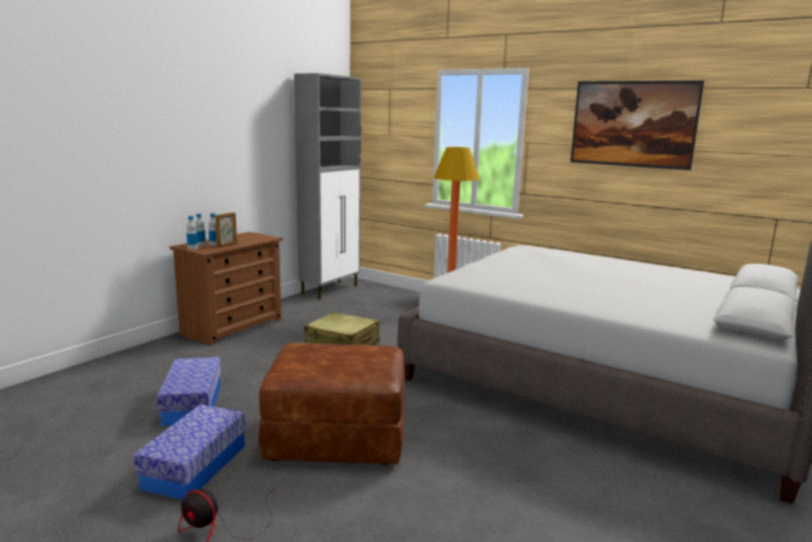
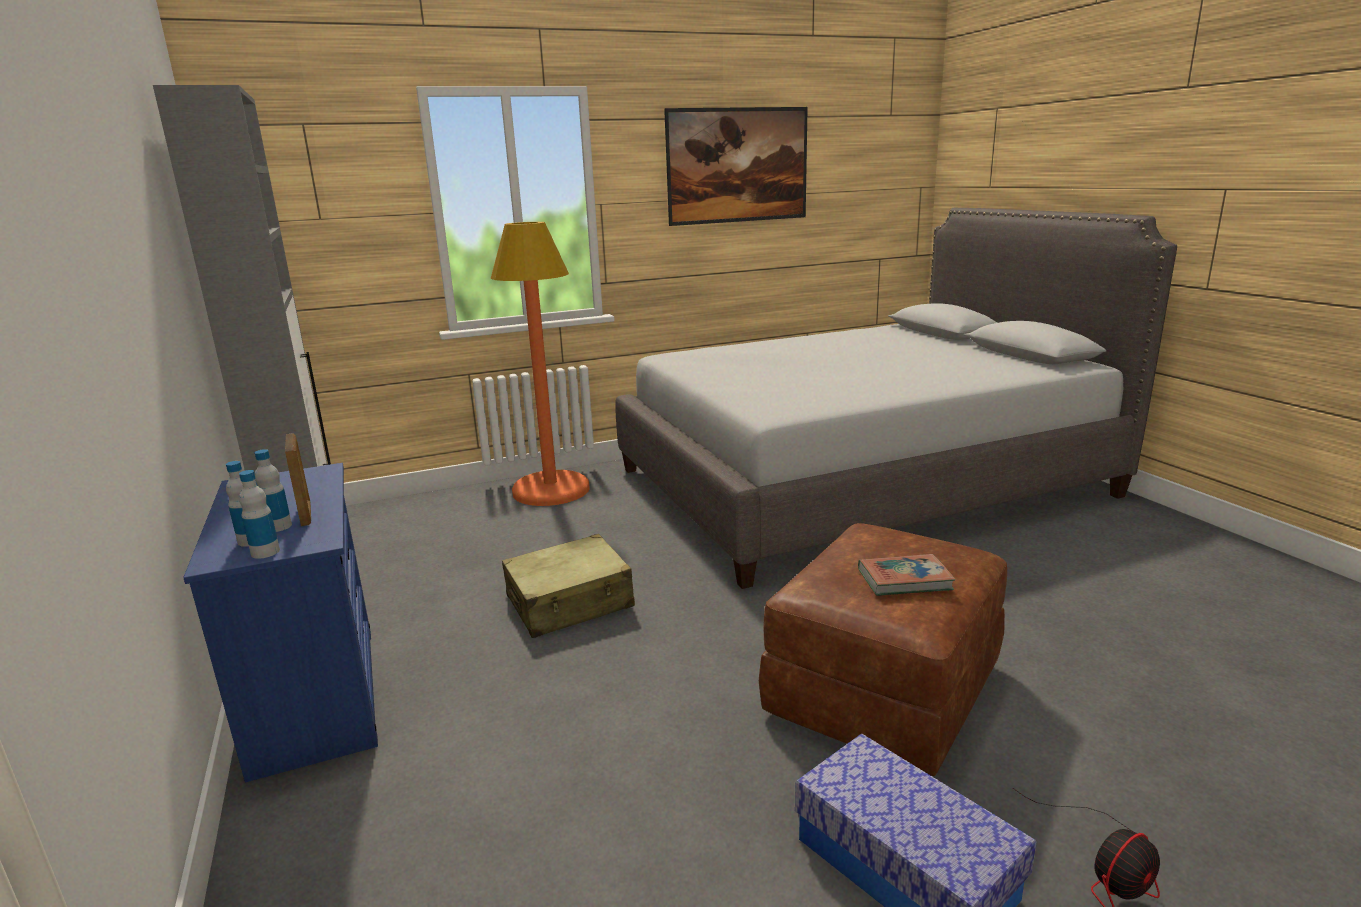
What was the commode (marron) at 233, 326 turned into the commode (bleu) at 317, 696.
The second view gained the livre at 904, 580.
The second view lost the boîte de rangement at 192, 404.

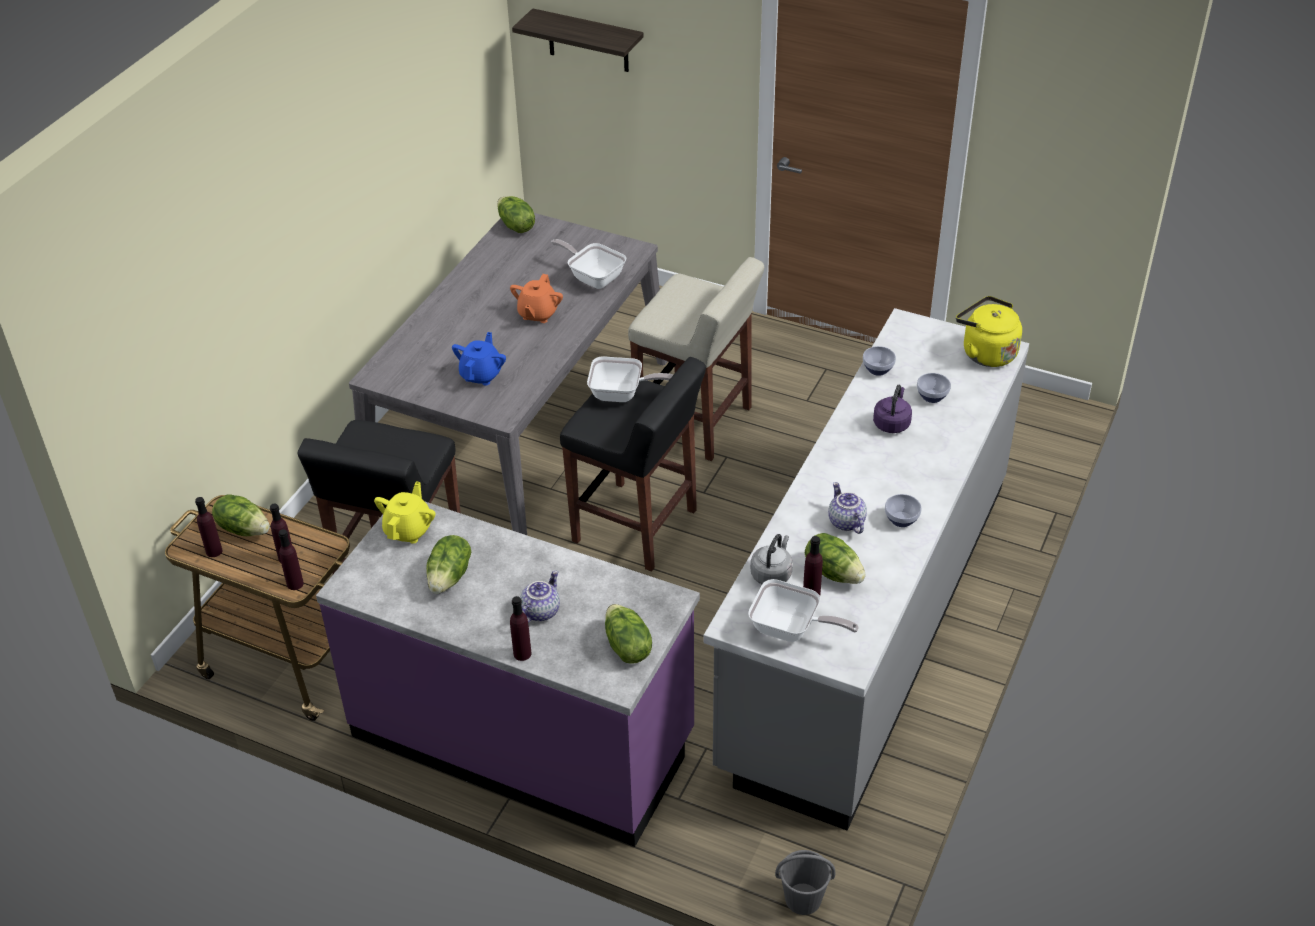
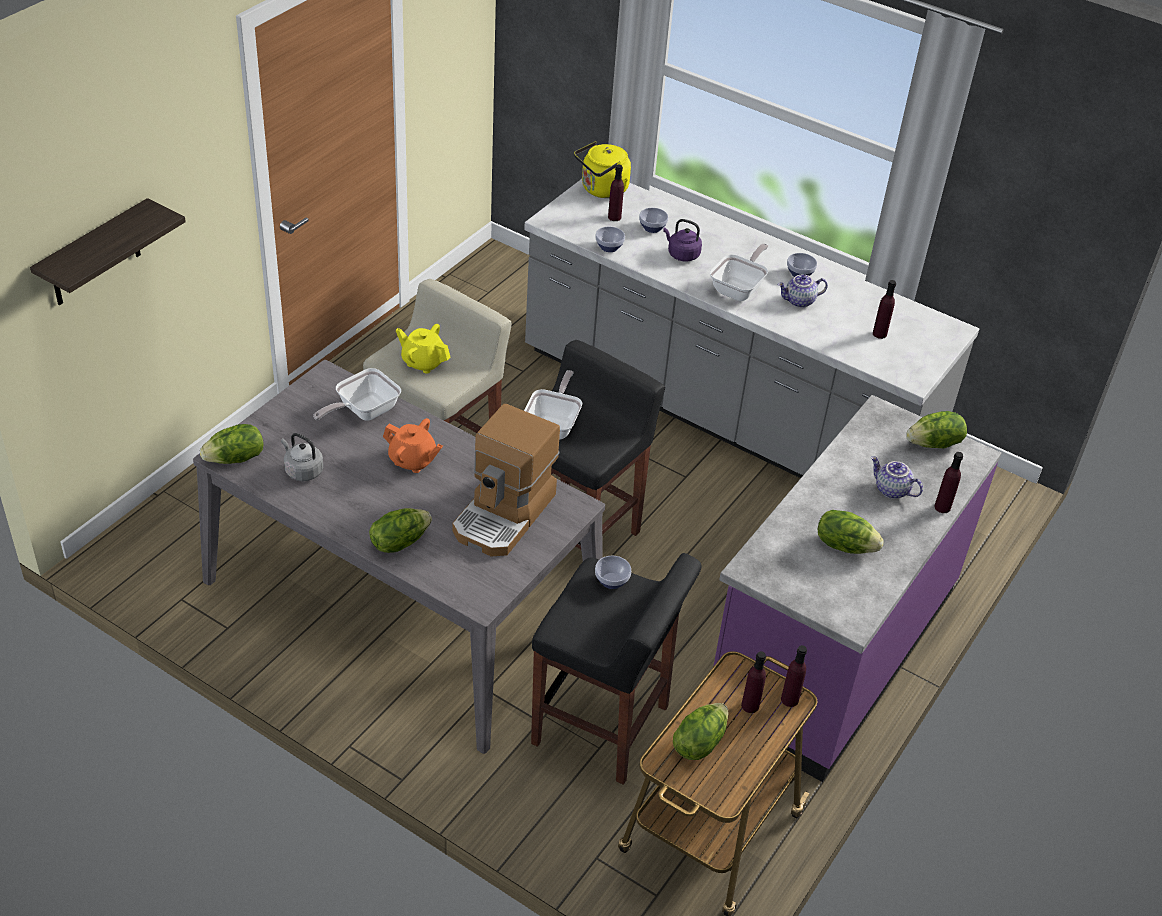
The bouilloire (gris) ended up elsewhere, having gone from 772, 573 to 302, 471.
The laitue ended up elsewhere, having gone from 833, 572 to 399, 542.
The théière (jaune) ended up elsewhere, having gone from 408, 530 to 423, 362.
Where the théière (bleu) stood at 481, 375, the machine à café came to stand at 505, 515.
The second view gained the bol at 613, 581.
The bouteille (violet) ended up elsewhere, having gone from 214, 551 to 614, 217.
The poêle ended up elsewhere, having gone from 791, 630 to 739, 289.
The second view lost the seau (gris) at 802, 899.

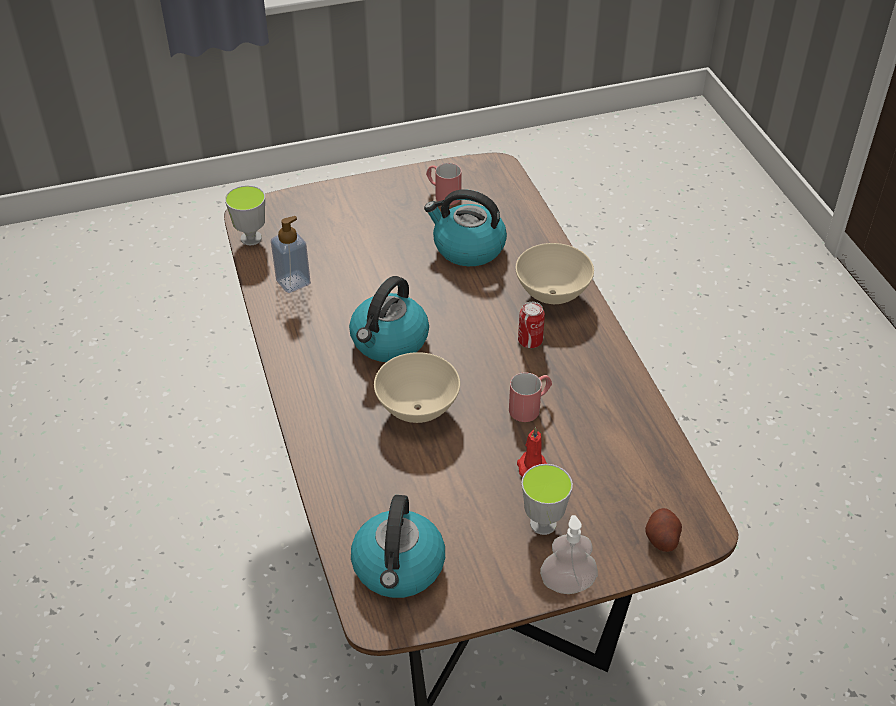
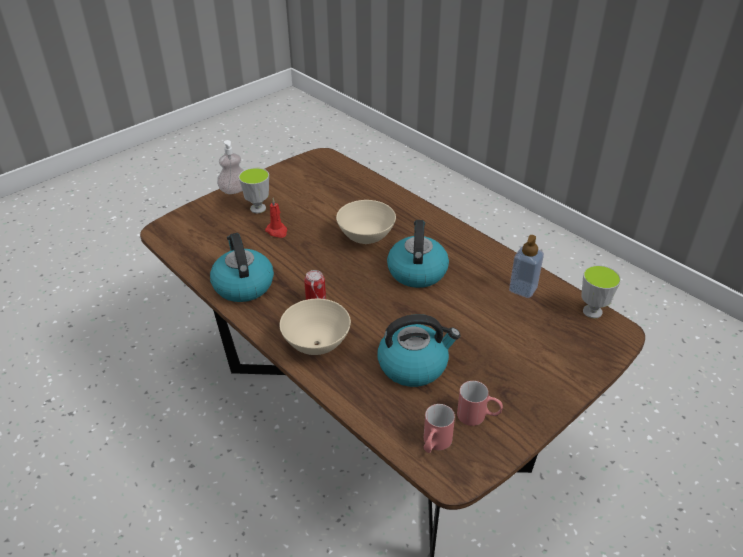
The bouilloire ended up elsewhere, having gone from 399, 567 to 243, 285.
The mug (rouge) ended up elsewhere, having gone from 530, 406 to 434, 444.
The second view lost the pomme de terre at 662, 538.

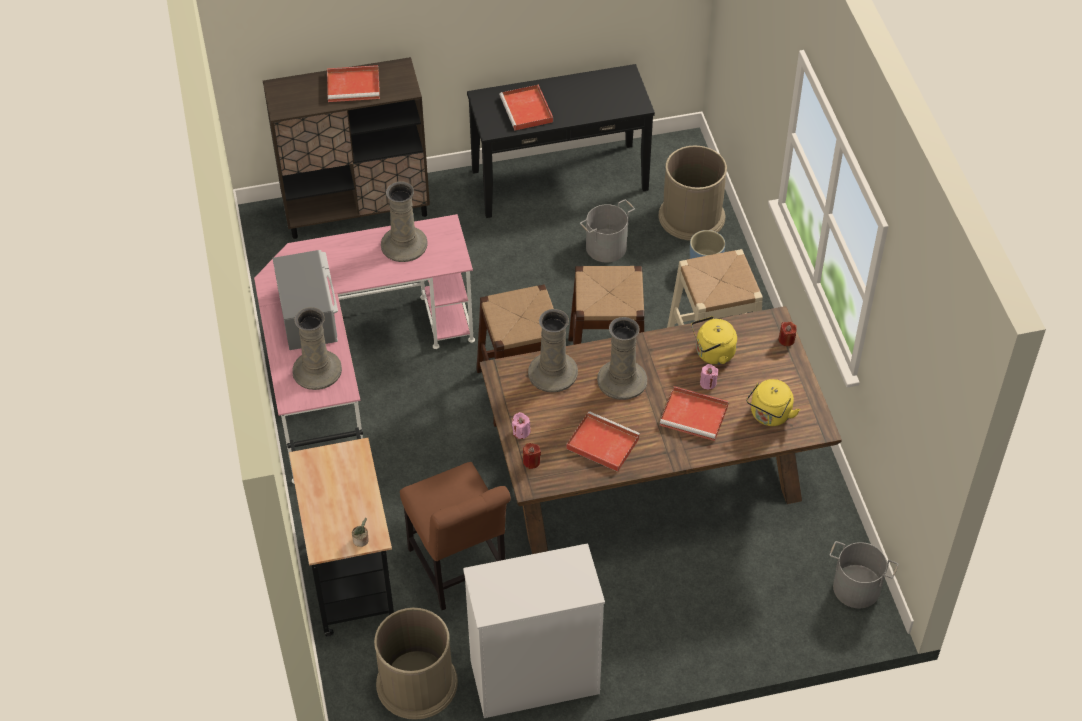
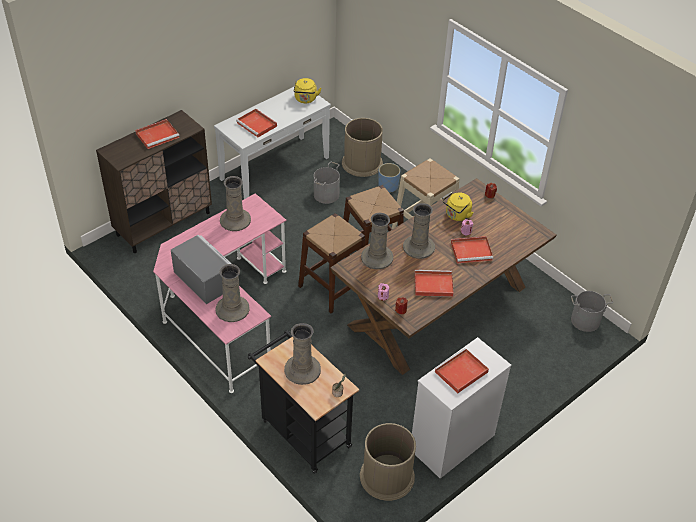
What was the table console (noir) at 559, 179 turned into the table console (blanc) at 274, 168.
The second view gained the vase (beige) at 302, 370.
The bouilloire (jaune) ended up elsewhere, having gone from 769, 416 to 305, 99.
The second view gained the plateau (rouge) at 460, 372.
The second view lost the chaise (marron) at 460, 570.

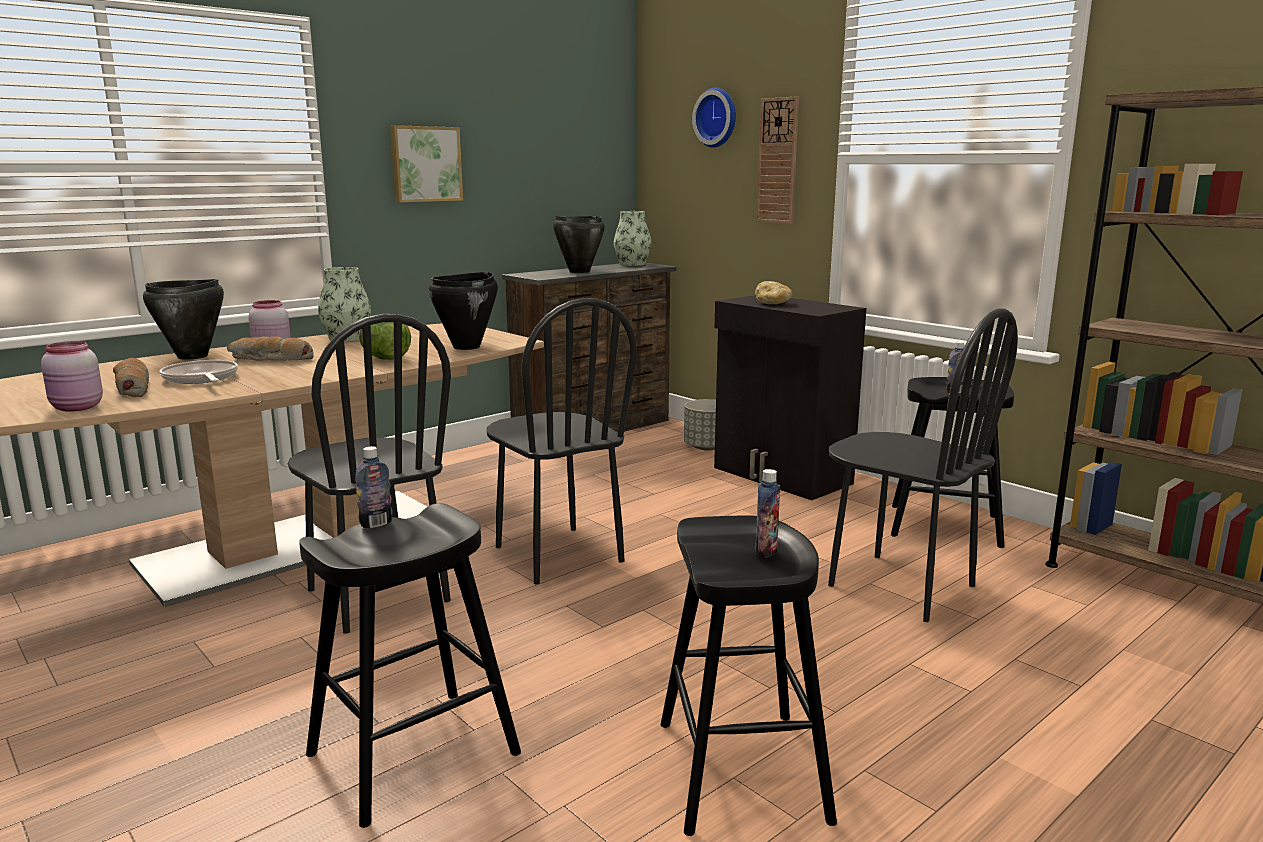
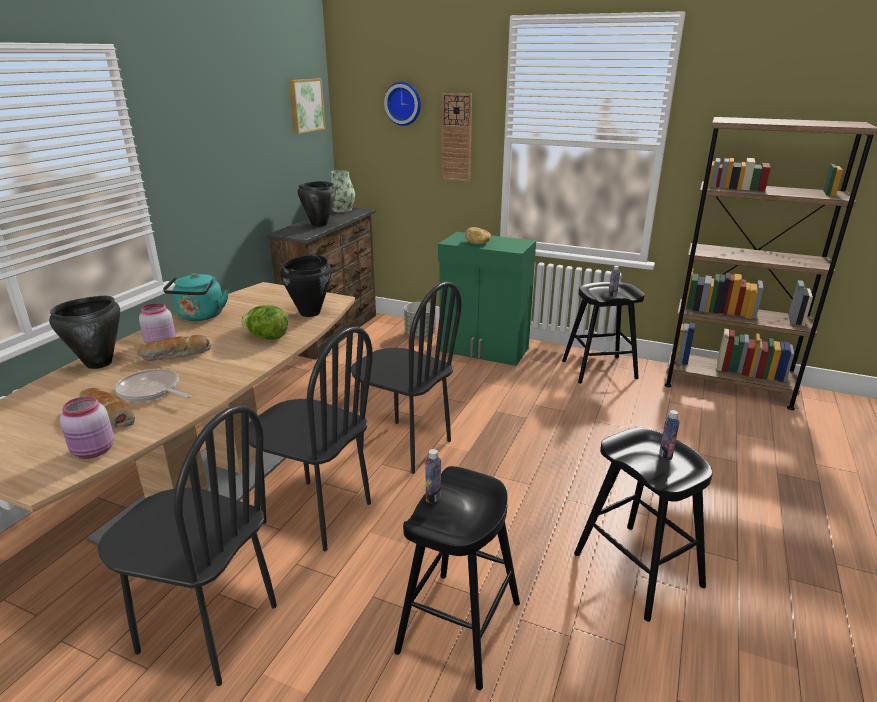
The chaise (noir) ended up elsewhere, having gone from 900, 586 to 208, 629.
Where the vase stood at 347, 338, the bouilloire (turquoise) came to stand at 200, 316.
The tableau ended up elsewhere, having gone from 425, 164 to 305, 105.
What was the meuble de rangement (noir) at 781, 476 turned into the meuble de rangement (vert) at 484, 350.

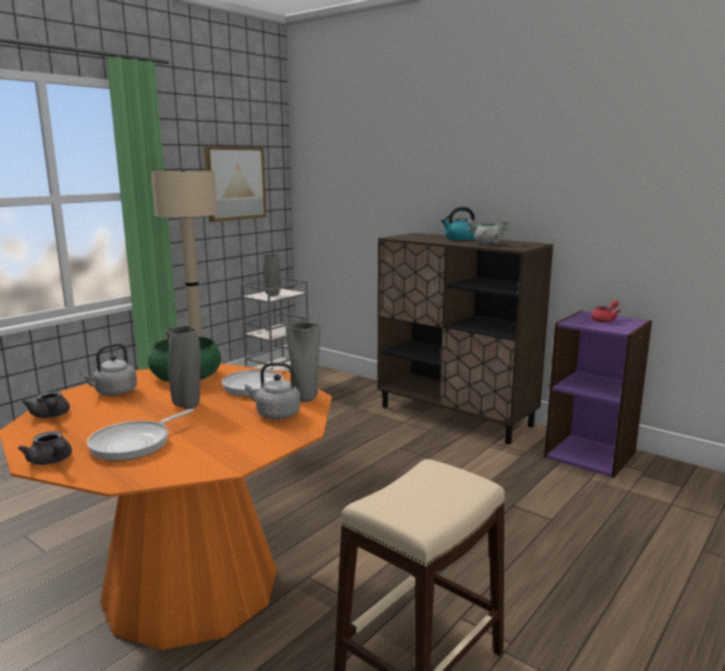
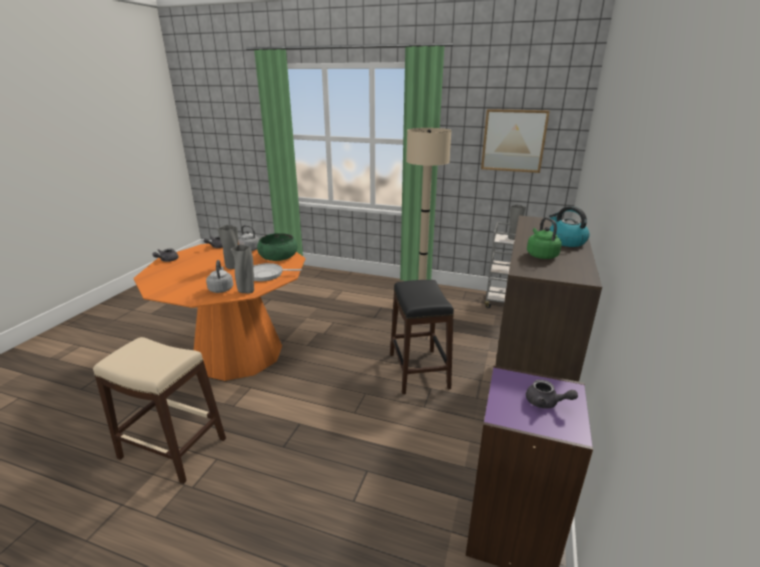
The second view gained the tabouret (noir) at 419, 370.
What was the théière (rouge) at 605, 320 turned into the théière (gris) at 546, 403.
Where the marmite (gris) stood at 487, 244, the bouilloire (vert) came to stand at 541, 255.
The second view lost the poêle at 135, 443.

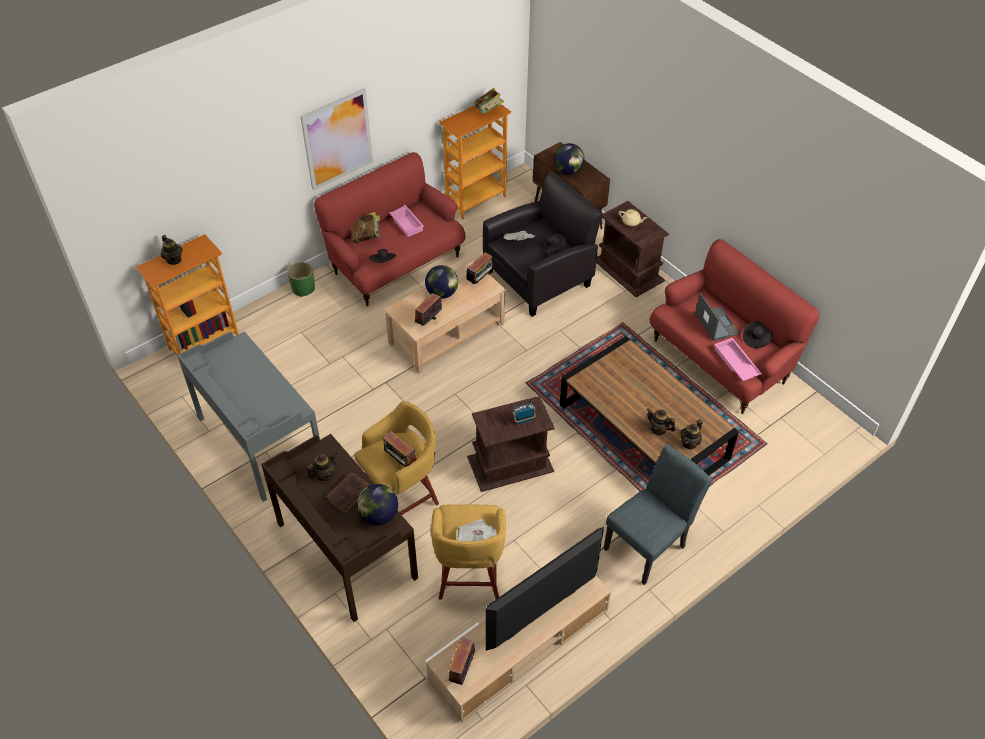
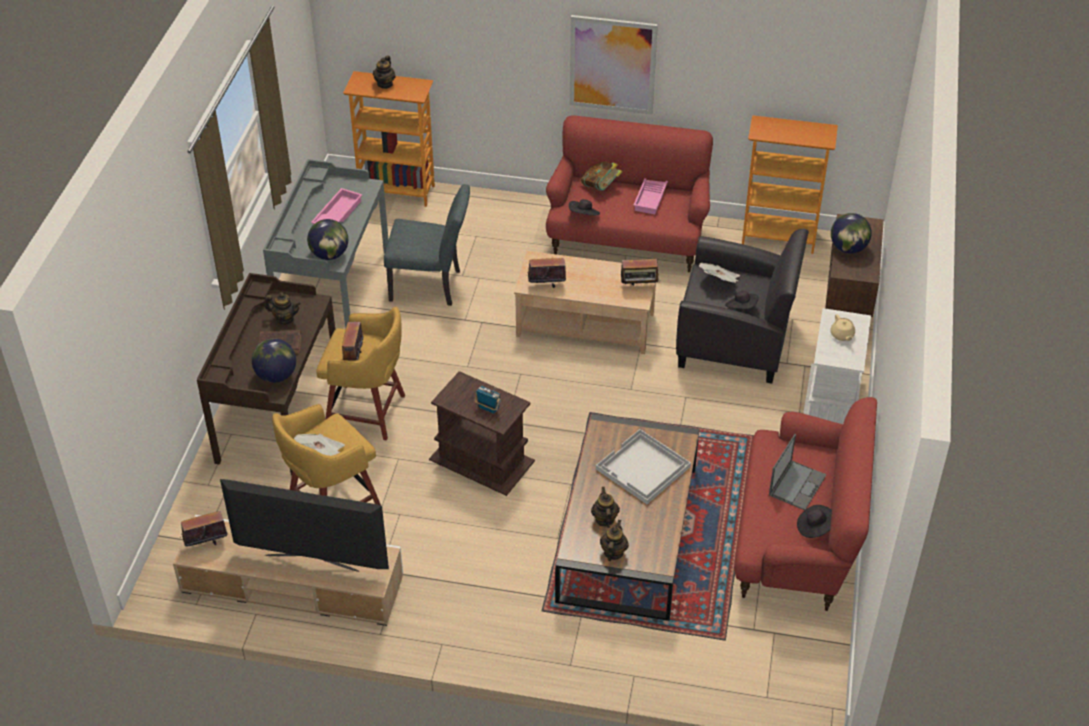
The globe ended up elsewhere, having gone from 442, 293 to 329, 255.
The plateau (rose) ended up elsewhere, having gone from 735, 363 to 337, 213.
The chaise (gris) ended up elsewhere, having gone from 649, 544 to 431, 286.
The second view gained the plateau (blanc) at 643, 469.
The théière at 689, 443 ended up facing another way, 105 degrees clockwise from before.
What was the table d'appoint (marron) at 629, 270 turned into the table d'appoint (blanc) at 832, 399.
The second view lost the cache-pot (vert) at 303, 288.
The second view lost the livre at 489, 111.

